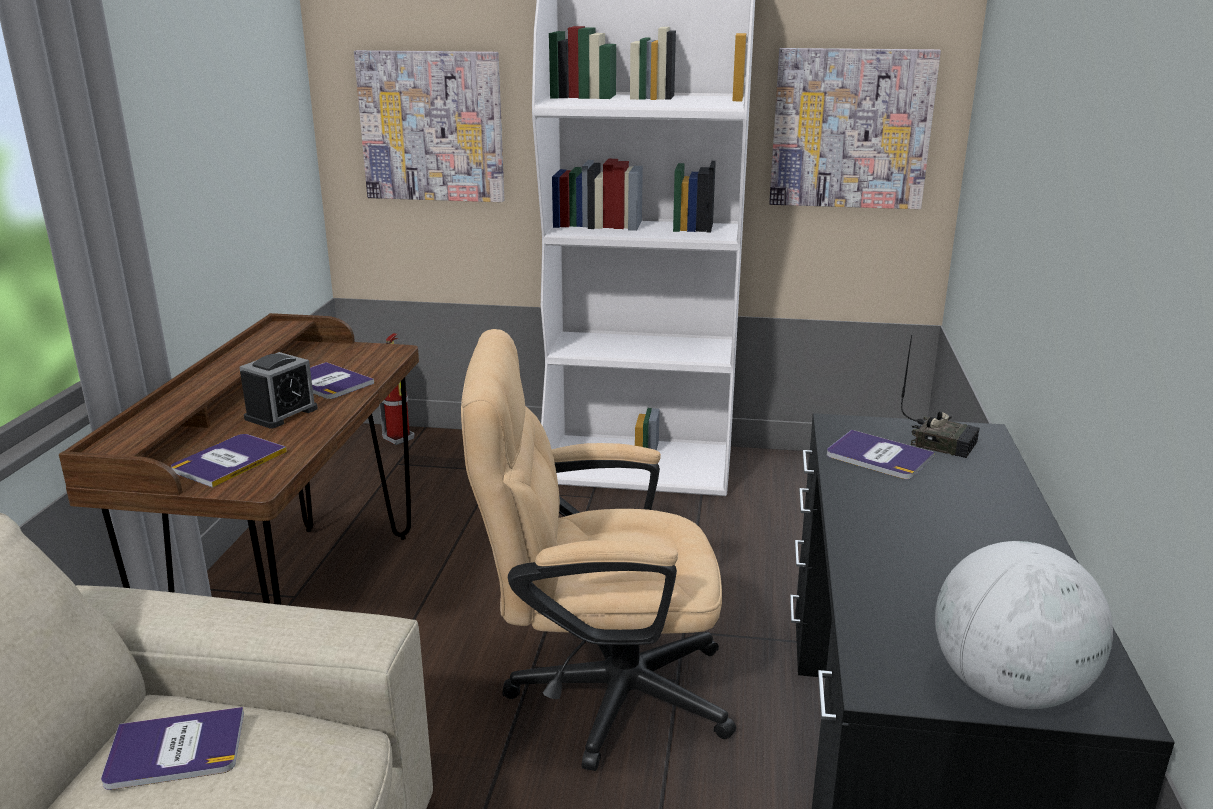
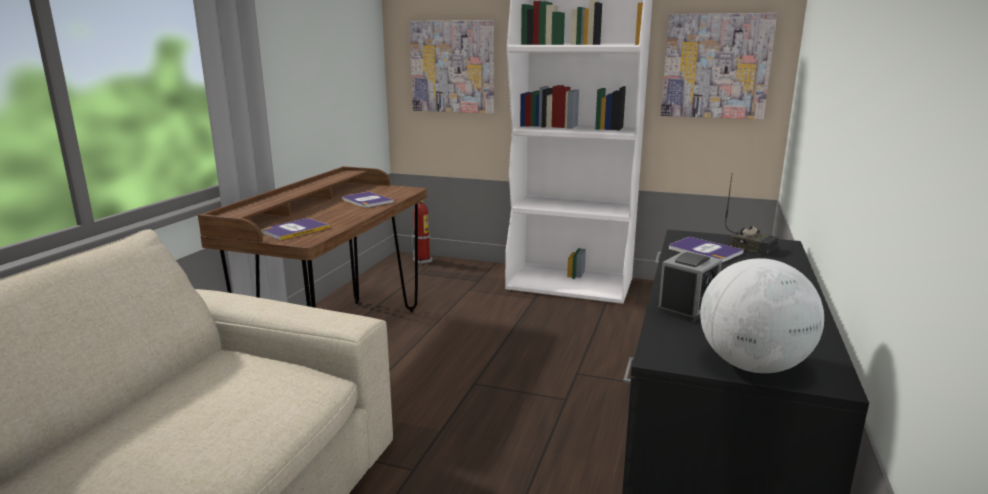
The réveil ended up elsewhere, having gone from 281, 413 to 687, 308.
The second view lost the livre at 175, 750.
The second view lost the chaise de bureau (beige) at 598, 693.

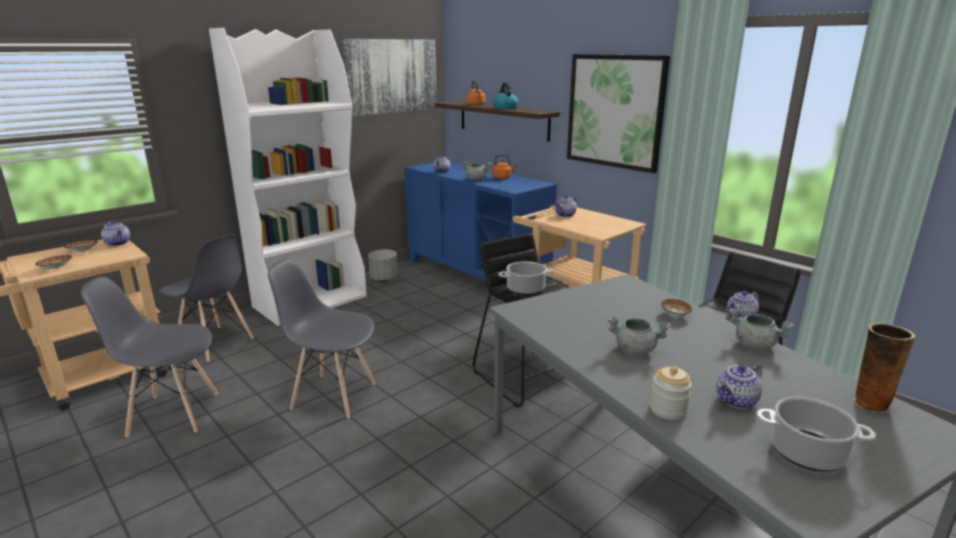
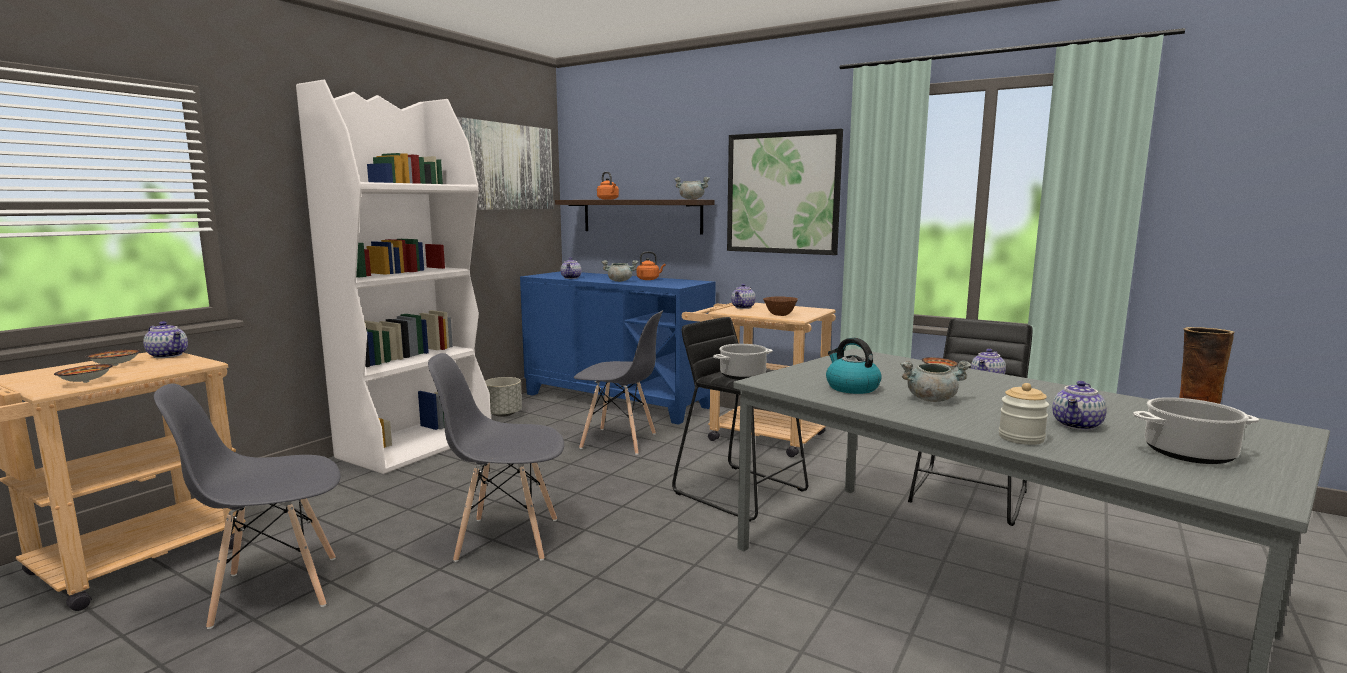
The chaise (gris) ended up elsewhere, having gone from 214, 343 to 619, 441.
The marmite (gris) ended up elsewhere, having gone from 755, 345 to 692, 199.
The second view gained the bol (marron) at 779, 315.
The bouilloire ended up elsewhere, having gone from 505, 108 to 851, 387.

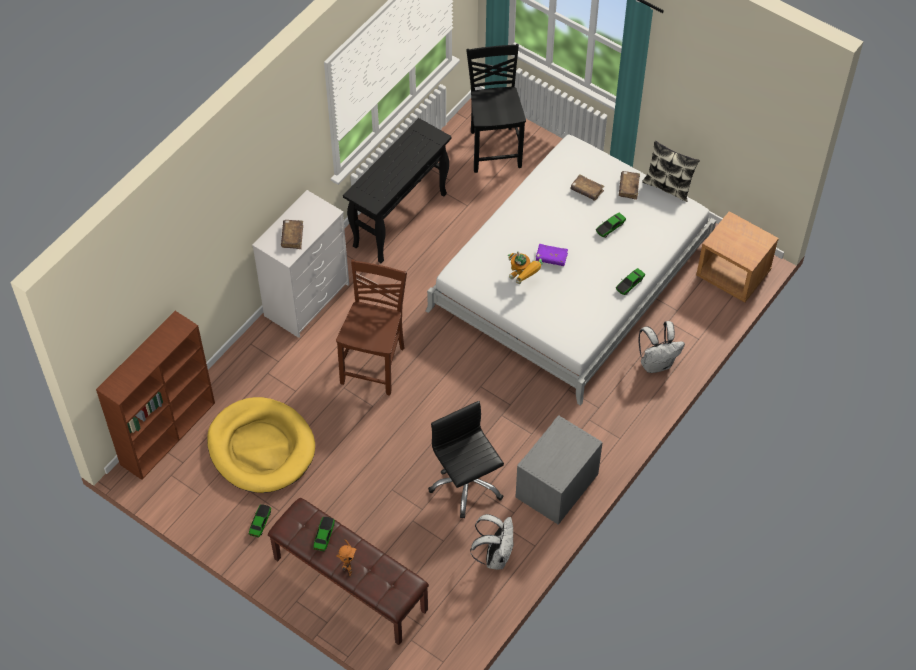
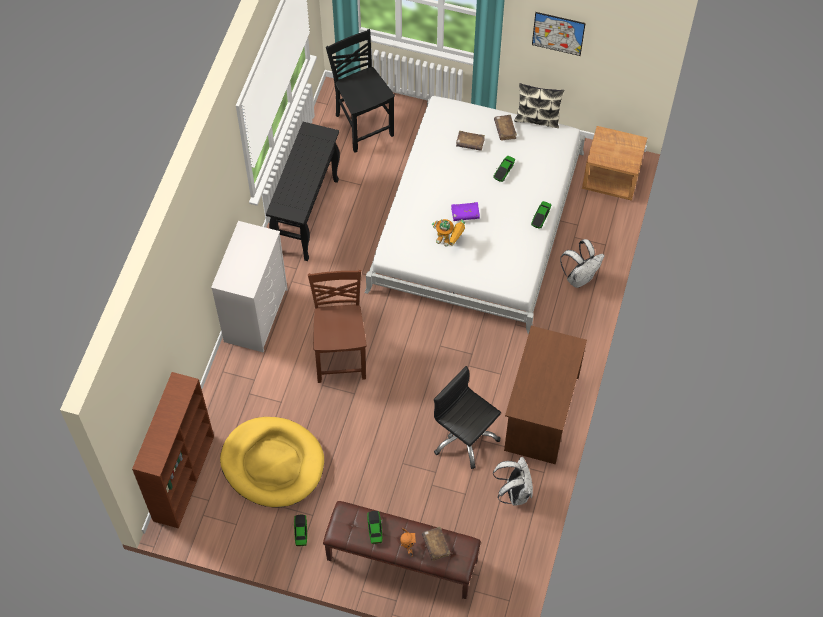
The livre (marron) ended up elsewhere, having gone from 292, 237 to 435, 545.
Where the table de chevet (gris) stood at 556, 486, the bureau (marron) came to stand at 540, 413.
The second view gained the tableau at 558, 33.

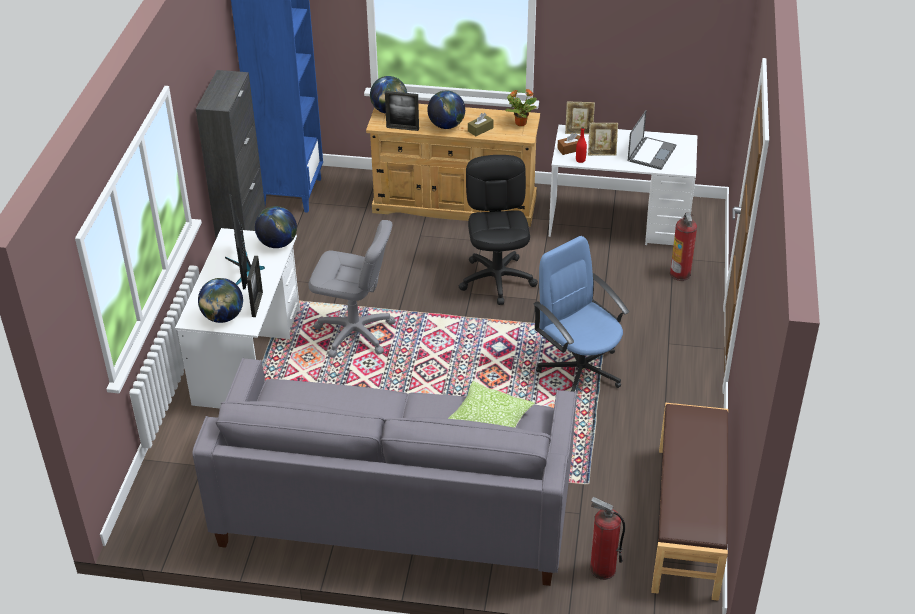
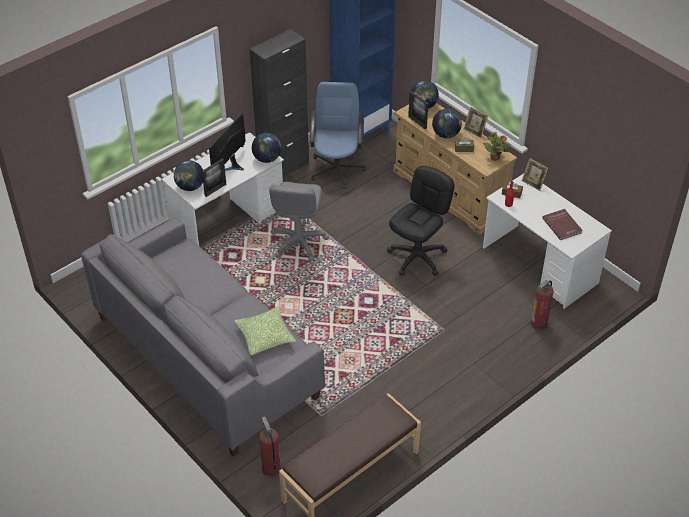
The chaise de bureau (gris) at 355, 333 ended up facing another way, 45 degrees clockwise from before.
The chaise de bureau (bleu) ended up elsewhere, having gone from 580, 369 to 337, 169.
The cadre photo ended up elsewhere, having gone from 602, 152 to 474, 132.
Where the ordinateur portable stood at 651, 153, the livre (rouge) came to stand at 562, 225.

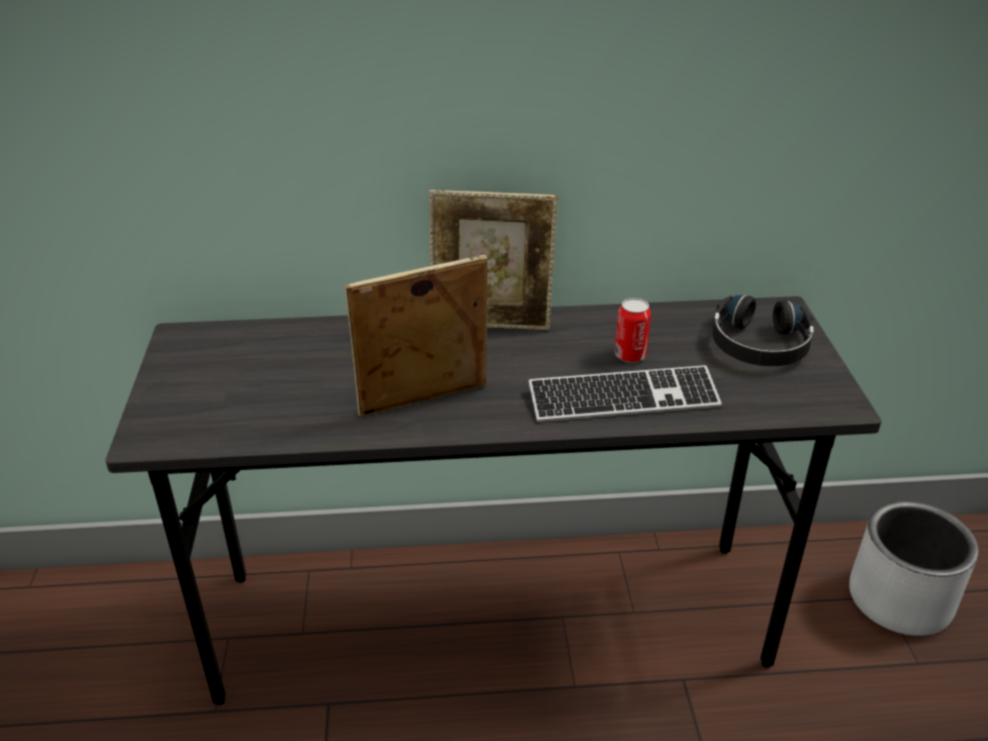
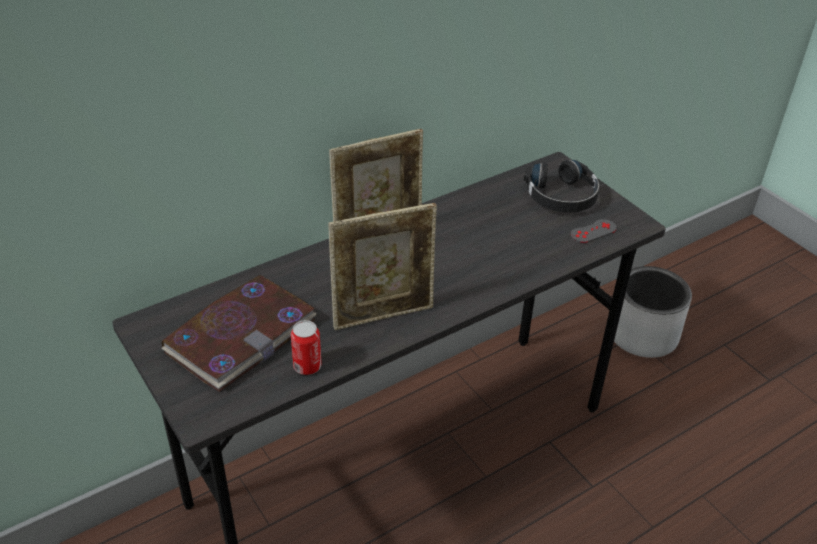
The second view gained the livre at 241, 335.
The boîte métallique ended up elsewhere, having gone from 630, 355 to 307, 366.
The cadre photo at 423, 404 ended up facing another way, 150 degrees counterclockwise from before.
The second view gained the manette (gris) at 593, 231.
The second view lost the clavier at 623, 398.

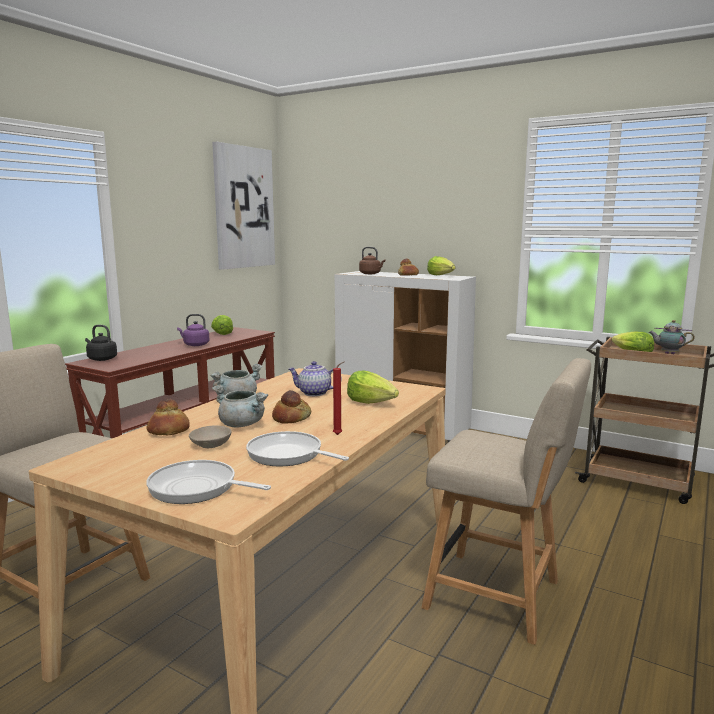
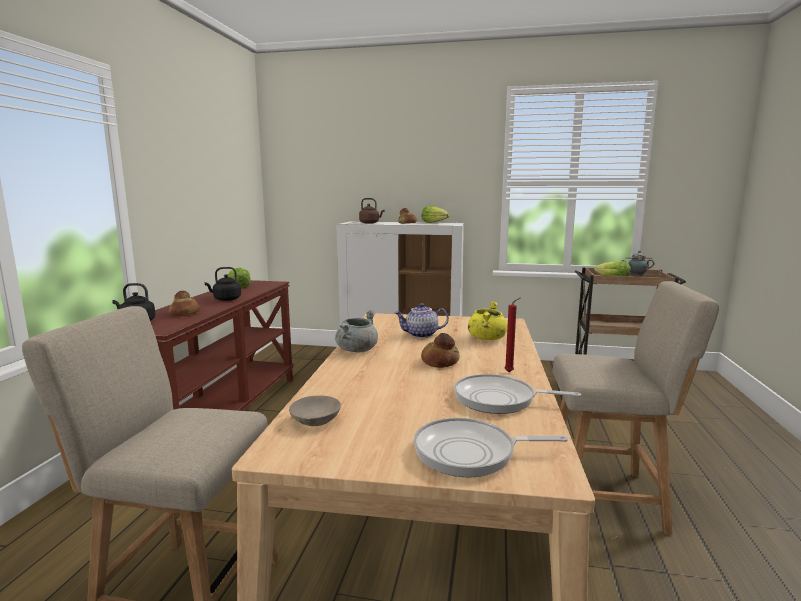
The pain ended up elsewhere, having gone from 168, 431 to 185, 313.
What was the bouilloire (violet) at 195, 345 turned into the bouilloire (noir) at 225, 299.
The bol (beige) ended up elsewhere, having gone from 212, 444 to 317, 420.
Where the laitue stood at 371, 402, the marmite (jaune) came to stand at 486, 338.
The second view lost the tableau at 243, 207.
The second view lost the marmite (gris) at 242, 425.

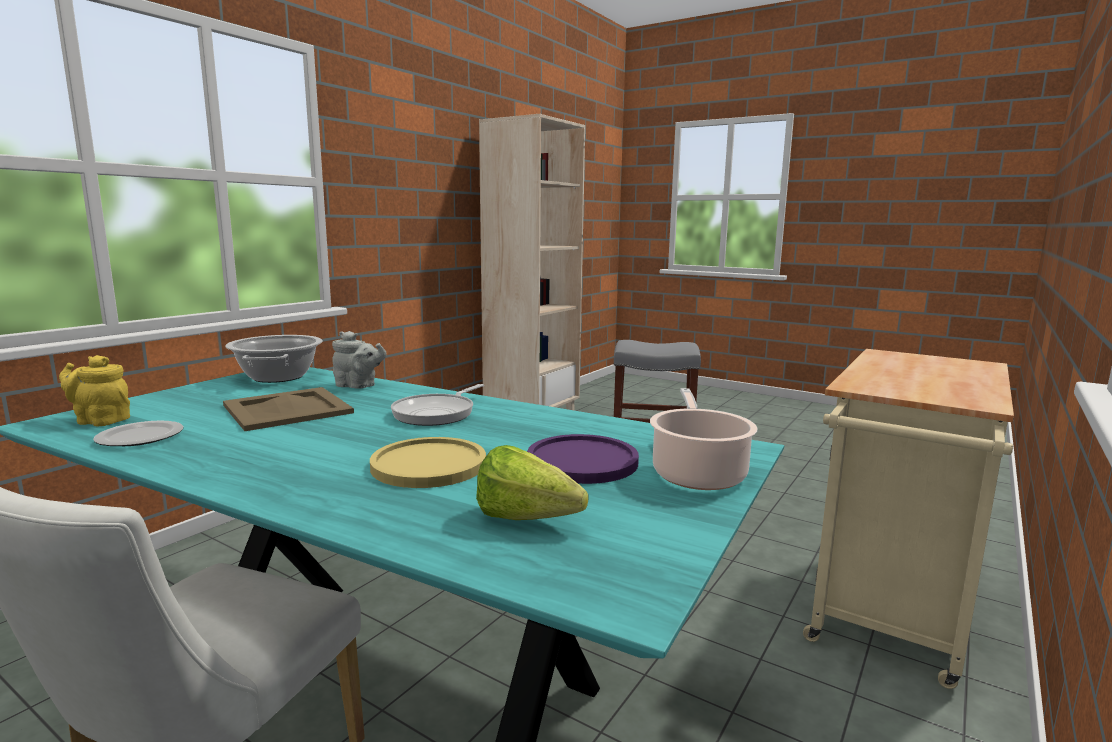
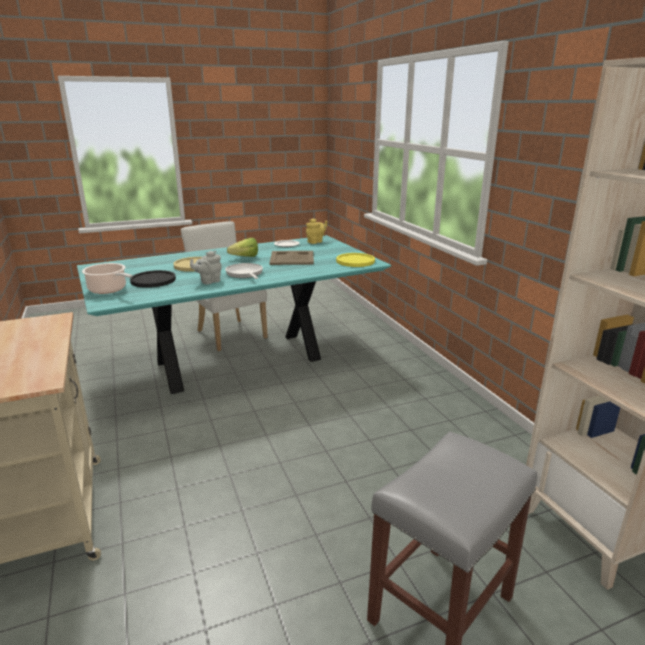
What was the assiette (violet) at 582, 461 turned into the assiette (noir) at 153, 280.
The théière (gris) ended up elsewhere, having gone from 358, 386 to 209, 281.
The laitue ended up elsewhere, having gone from 533, 521 to 242, 257.
Where the marmite stood at 278, 377, the assiette (jaune) came to stand at 355, 261.

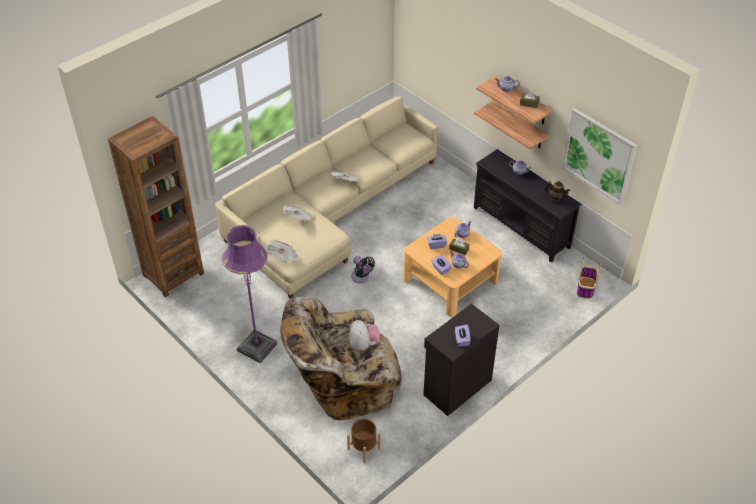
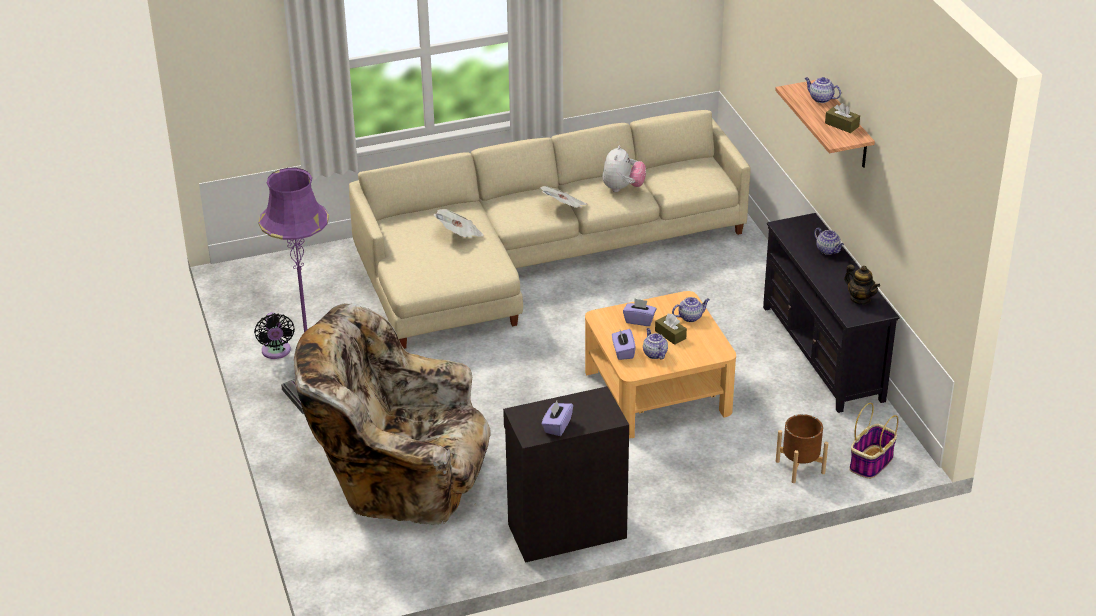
The ventilateur (noir) ended up elsewhere, having gone from 361, 278 to 276, 352.
The peluche ended up elsewhere, having gone from 364, 344 to 623, 188.
The cache-pot (marron) ended up elsewhere, having gone from 364, 448 to 800, 467.
The second view lost the bibliothèque (marron) at 173, 274.
The second view lost the journal at 284, 257.
The second view lost the étagère at 519, 126.
The second view lost the tableau at 599, 156.

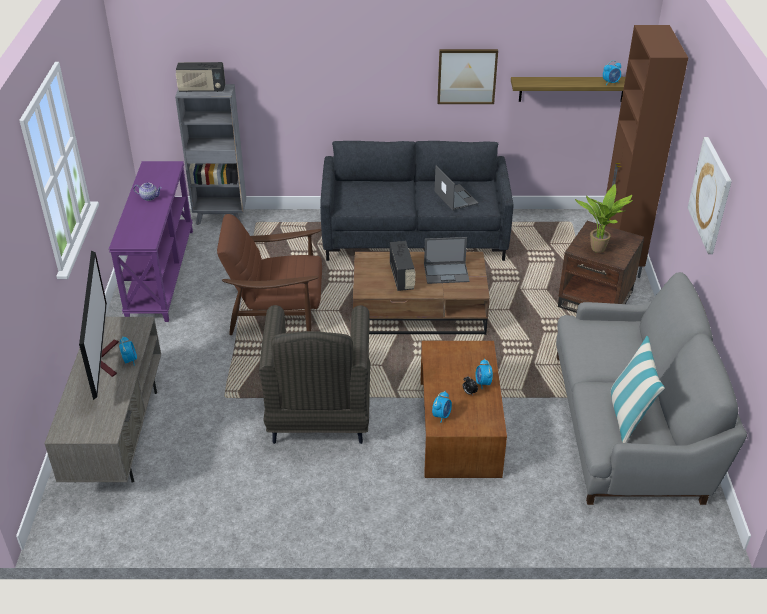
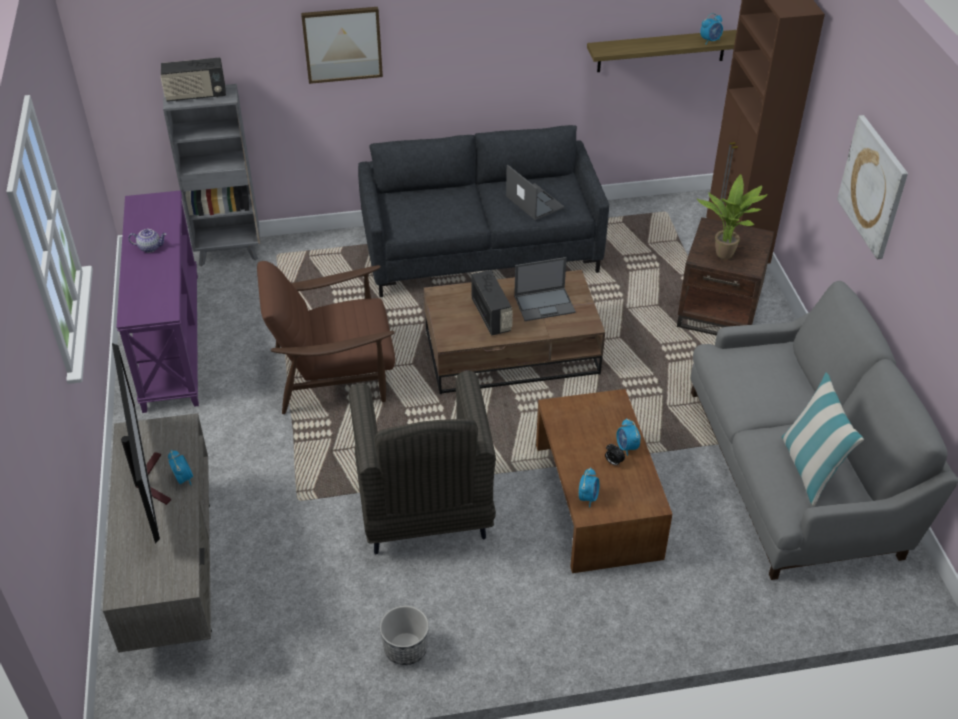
The tableau ended up elsewhere, having gone from 467, 76 to 342, 44.
The second view gained the cache-pot at 405, 649.

